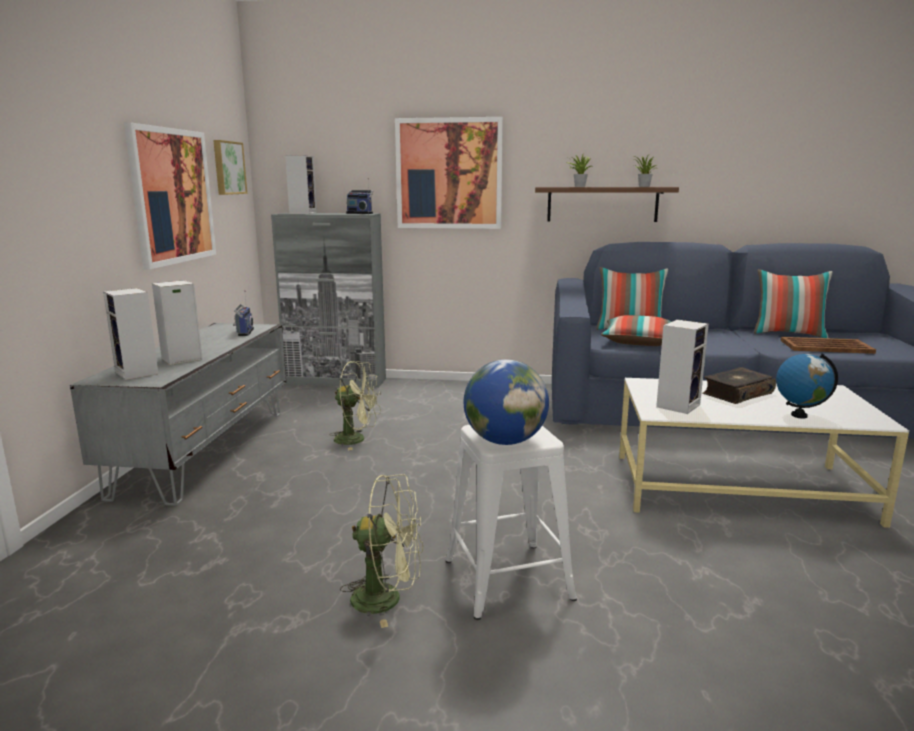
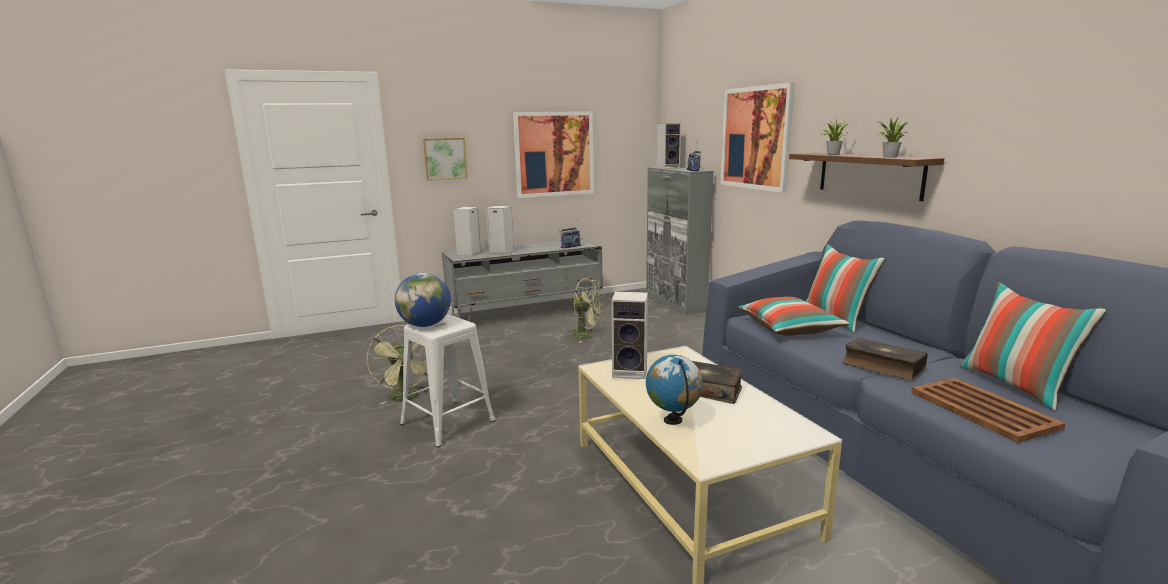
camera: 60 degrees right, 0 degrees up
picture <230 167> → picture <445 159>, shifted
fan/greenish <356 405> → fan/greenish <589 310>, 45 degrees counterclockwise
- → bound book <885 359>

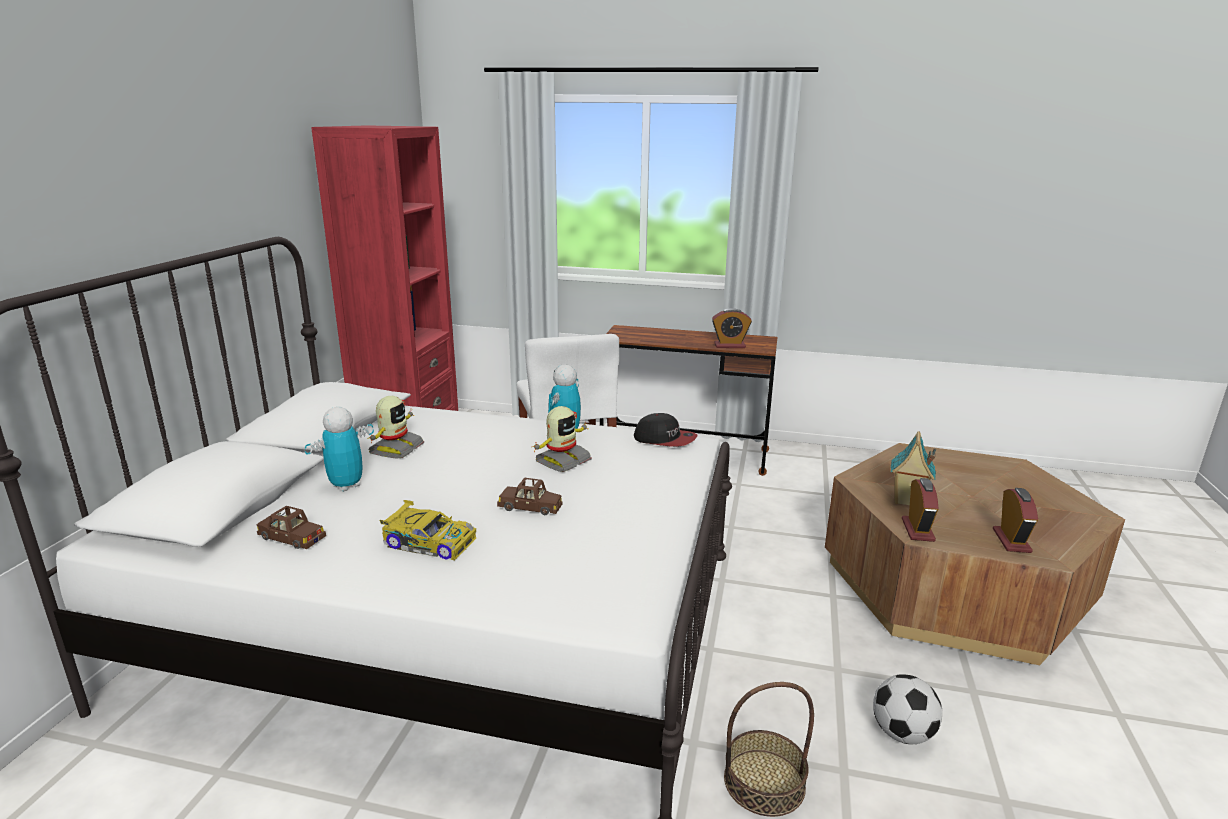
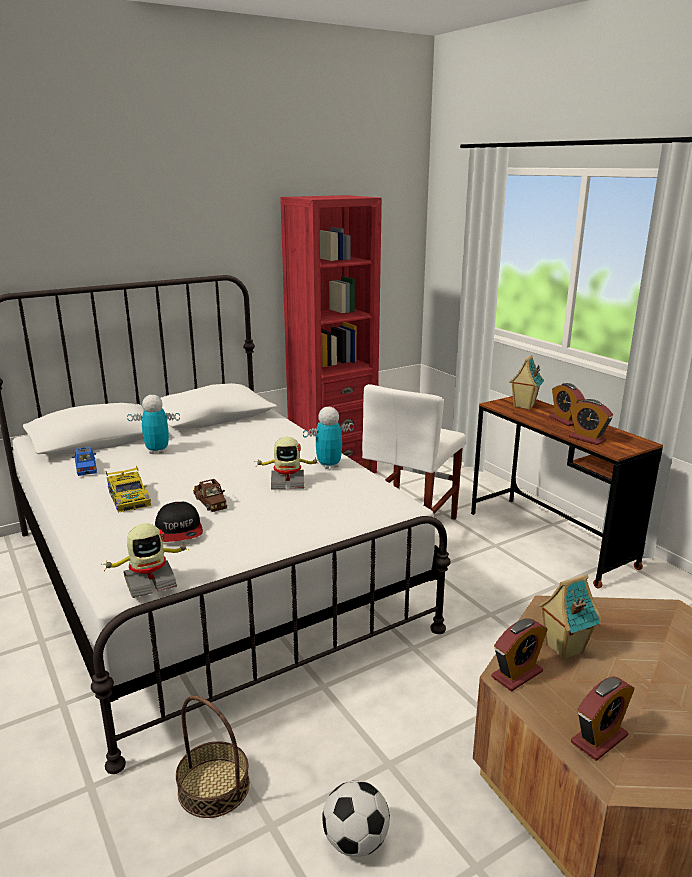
camera: 45 degrees right, 0 degrees up
robot figure <395 427> → robot figure <145 560>, shifted
cap <666 430> → cap <179 522>, shifted
model car/brown <291 527> → model car/blue-coloured <84 461>
- → model house <526 382>
- → alarm clock <567 404>

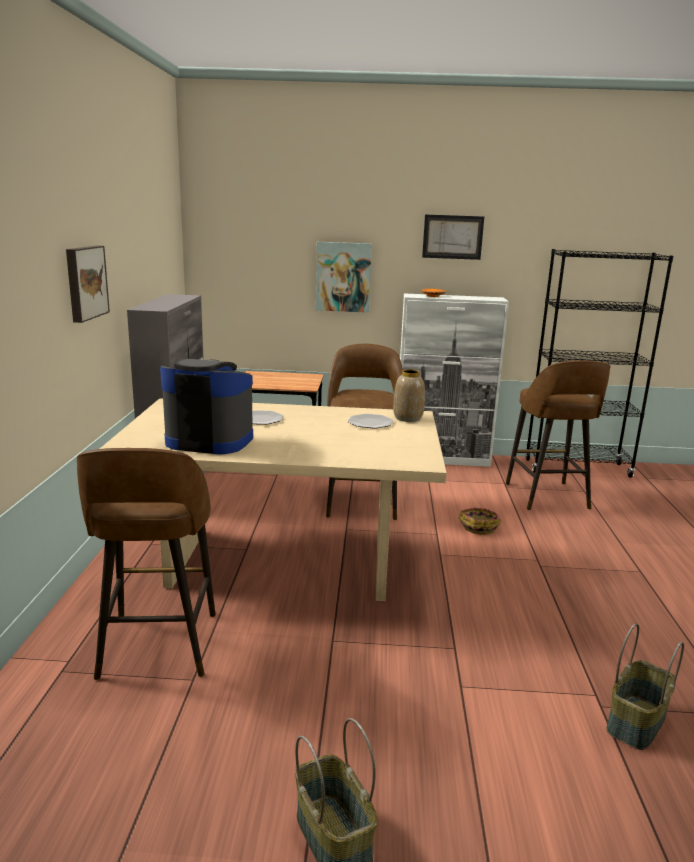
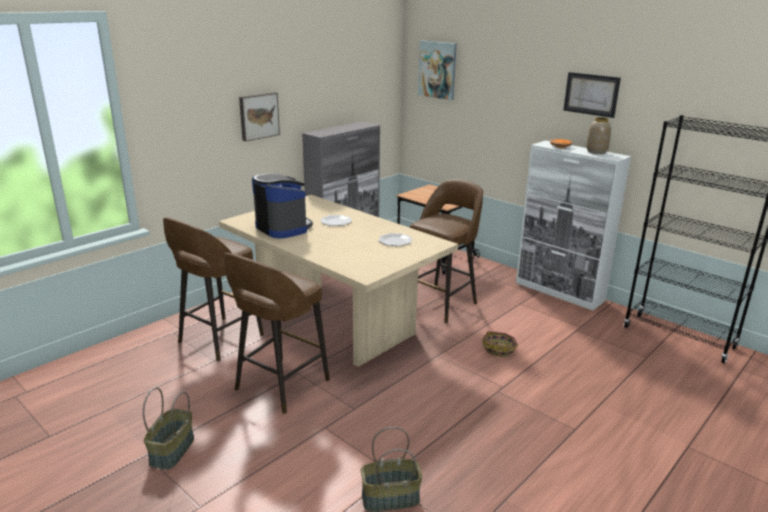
camera: 40 degrees right, 5 degrees up
picture <344 277> → picture <437 70>, shifted
stool seat/brown <558 435> → stool seat/brown <277 333>, shifted
decorative vase <409 395> → decorative vase <598 135>, shifted

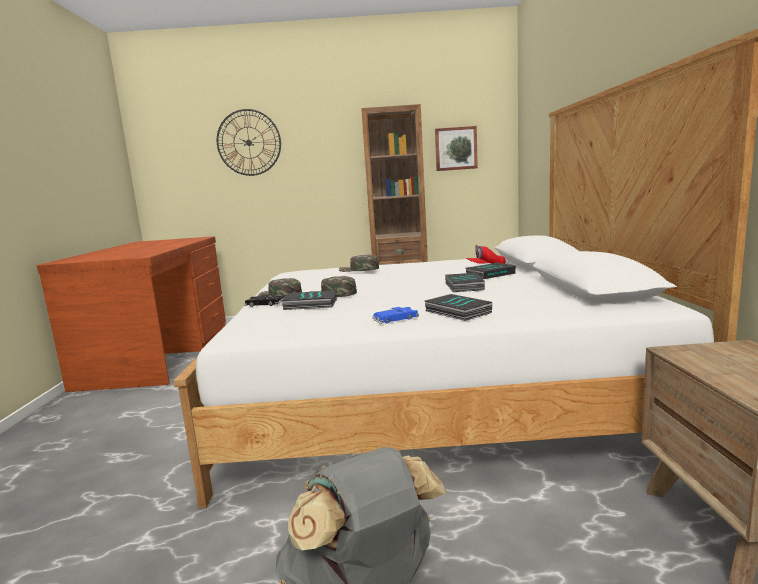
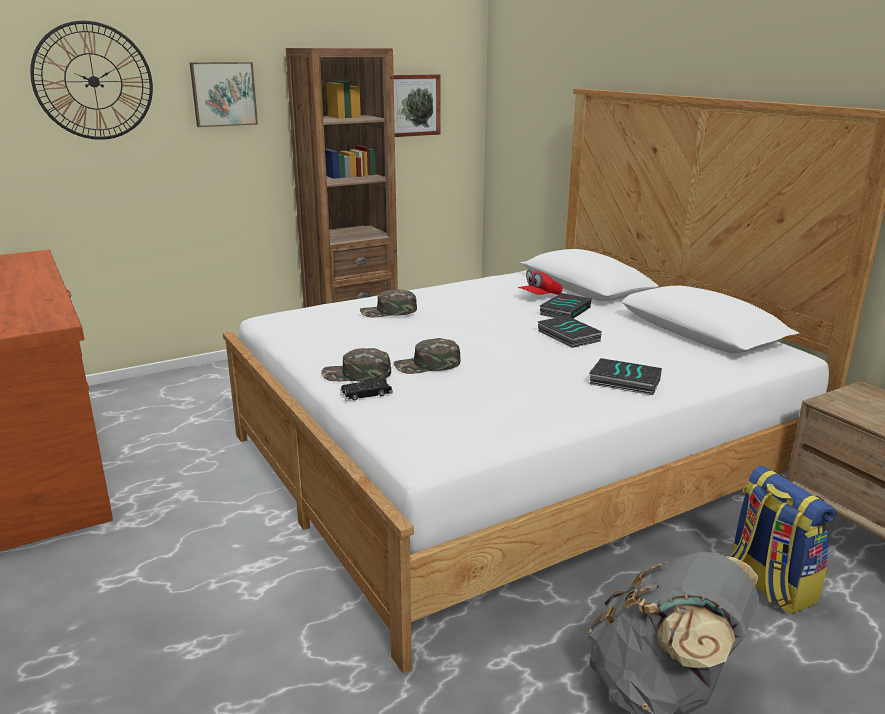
camera: 30 degrees left, 10 degrees up
bound book <309 300> → -
model car/blue-coloured <396 315> → -
- → picture <224 94>
- → knapsack <783 540>

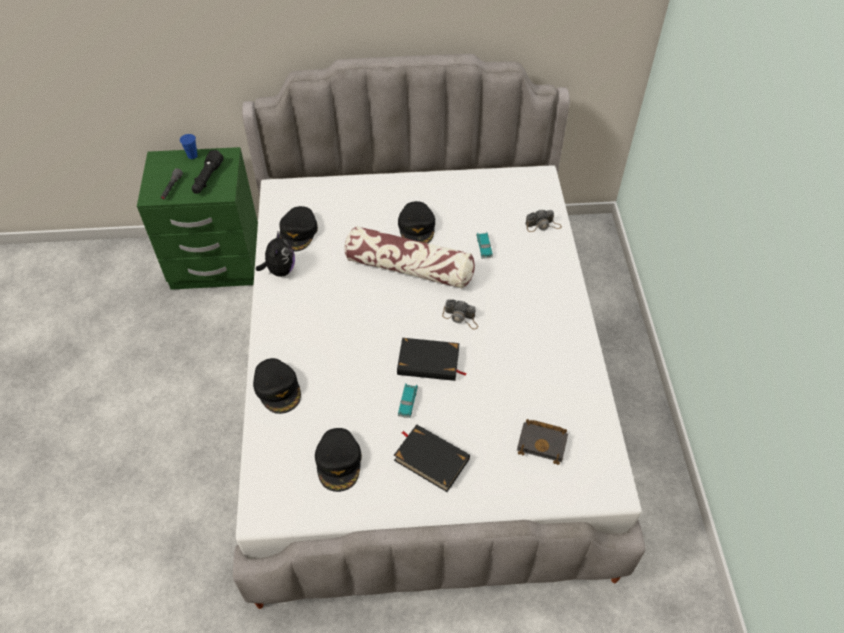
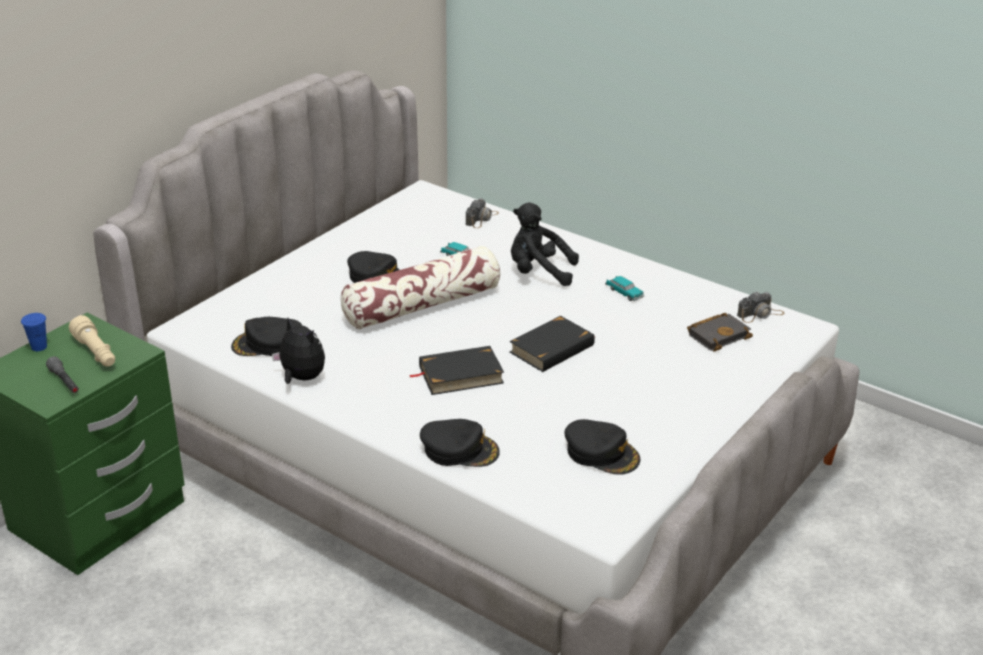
camera: 50 degrees left, 20 degrees down
hand torch/blackish <208 172> → hand torch/beige <92 340>
cap/blackish <298 229> → cap/blackish <266 336>, 120 degrees clockwise
still camera <460 314> → still camera <760 307>, shifted
model car <408 401> → model car <624 288>, shifted
bound book/blackish <432 458> → bound book/blackish <457 370>, shifted
- → plush toy/blackish <545 244>

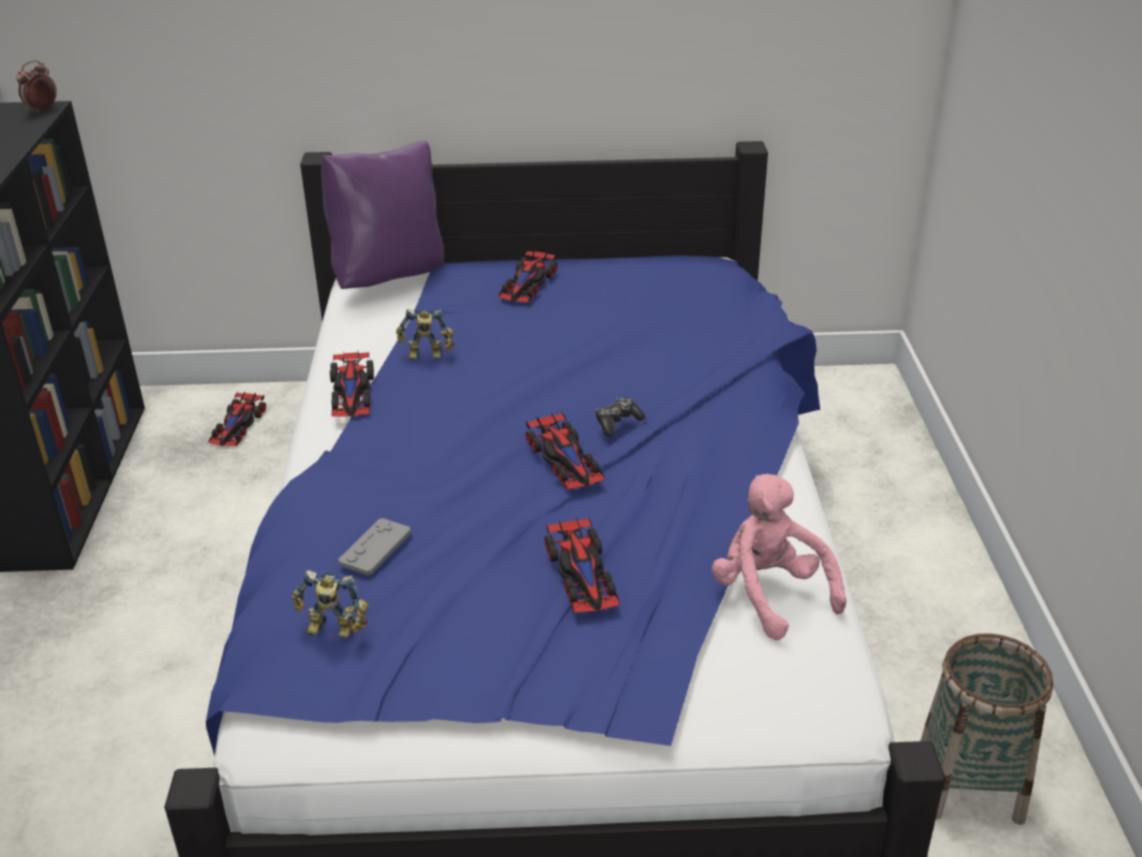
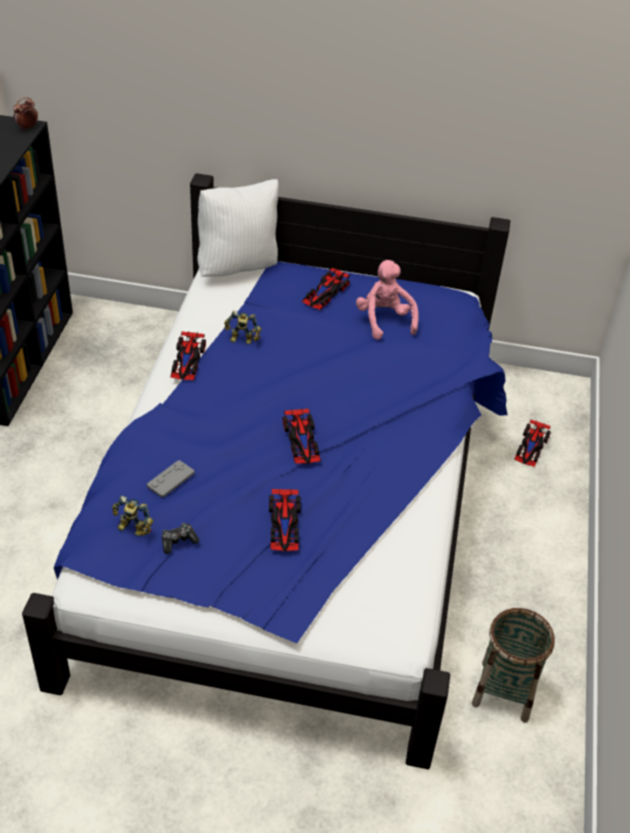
camera: 10 degrees right, 10 degrees up
pillow/purple-coloured <382 214> → pillow/white <238 228>
model car <237 418> → model car <532 443>, shifted
joypad <620 416> → joypad <180 538>, shifted
plush toy/pink-coloured <779 557> → plush toy/pink-coloured <387 300>, shifted

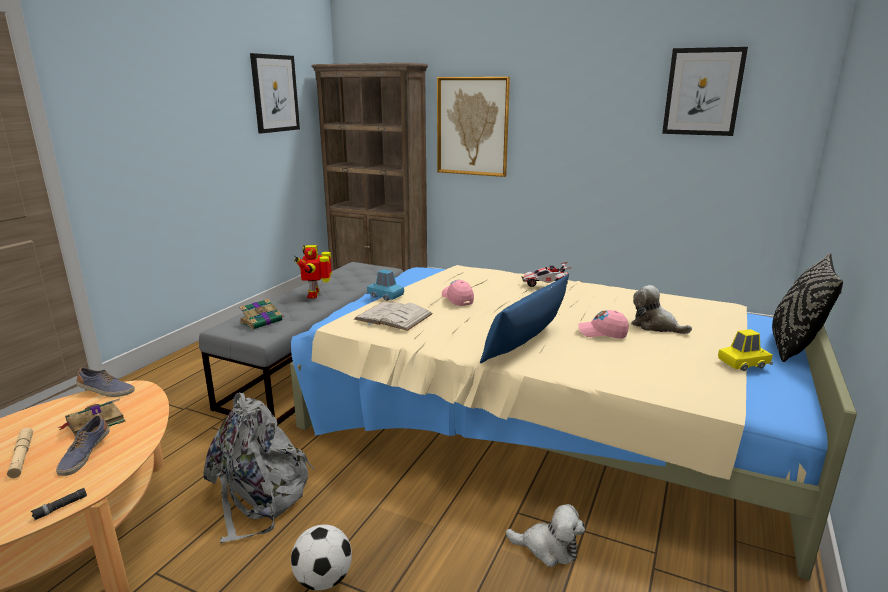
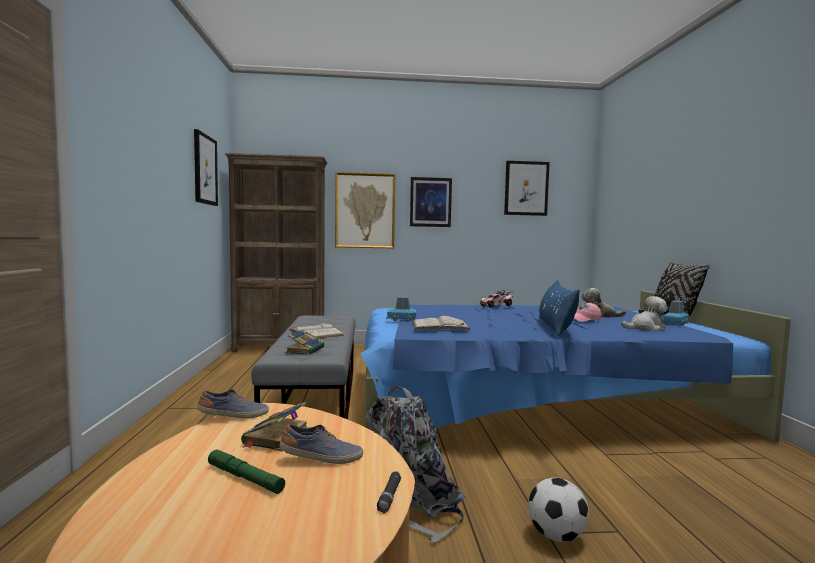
camera: 30 degrees left, 15 degrees down
robot figure <313 272> → bound book/white <317 330>
bed/beige <573 422> → bed/blue-coloured <575 366>
cap/pink-coloured <458 293> → -
model car/yellow <745 350> → model car/blue-coloured <676 312>
item of footwear <83 445> → item of footwear <321 444>, 75 degrees counterclockwise
hand torch/beige <20 453> → hand torch/greenish <246 472>
plush toy <545 535> → plush toy <644 313>, shifted
- → picture <431 202>

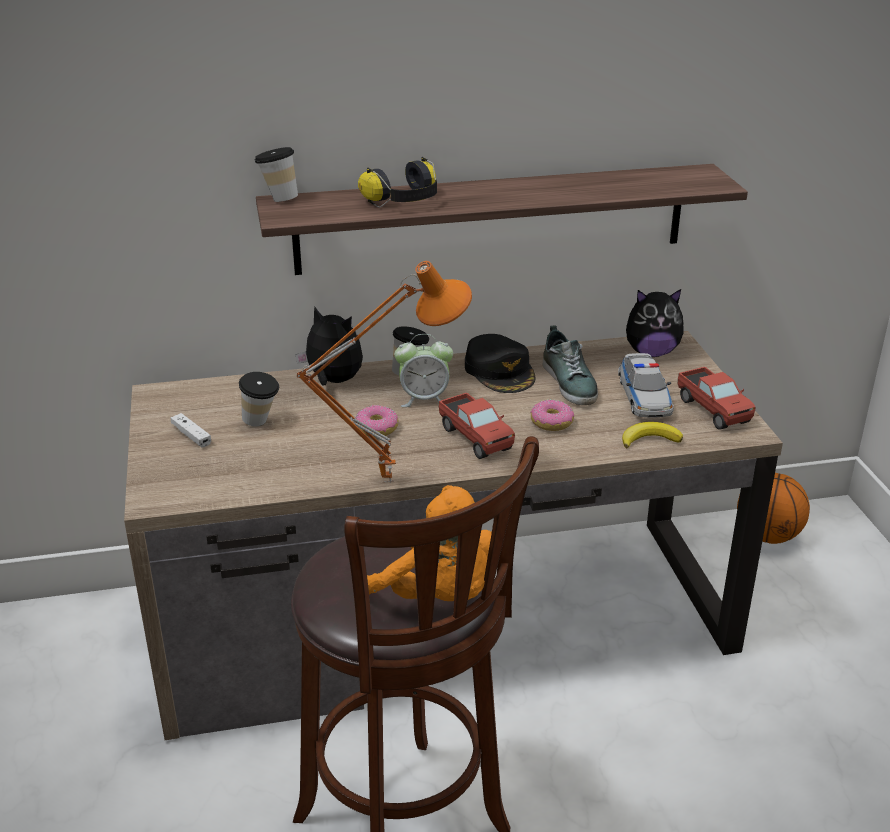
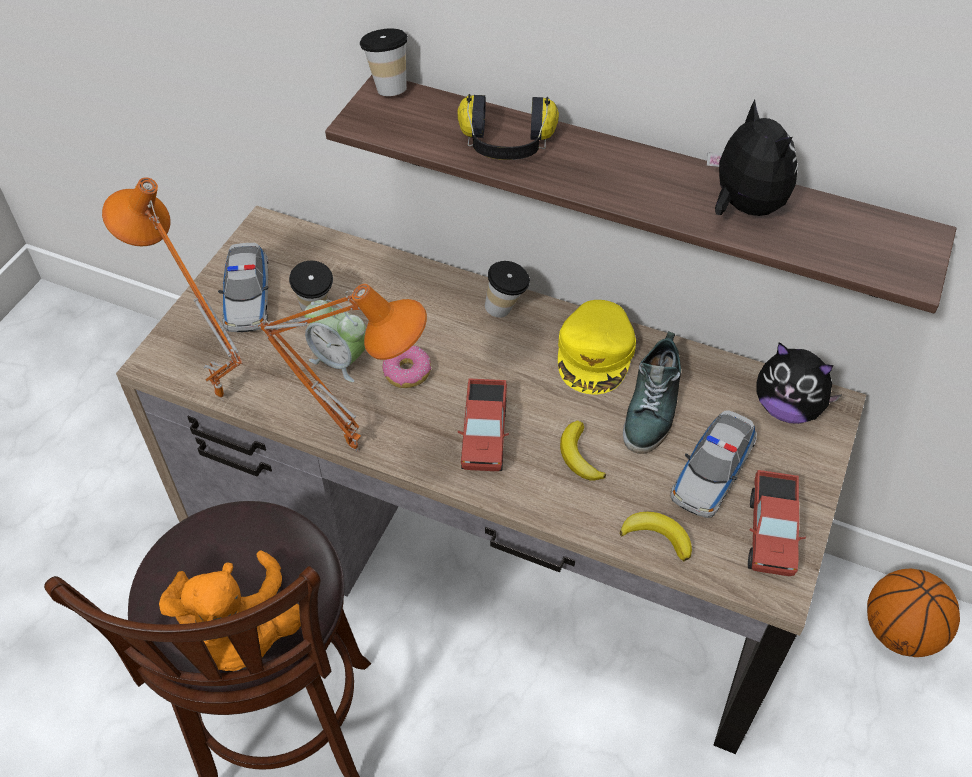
camera: 35 degrees right, 20 degrees up
plush toy <329 346> → plush toy <752 158>, shifted
alarm clock <423 370> → alarm clock <335 341>, shifted
cap/blackish <500 363> → cap/yellow <597 347>
ring doughnut <552 415> → banana fruit <583 450>
joypad/white <191 430> → model car <243 287>
- → table lamp/orange <172 289>

